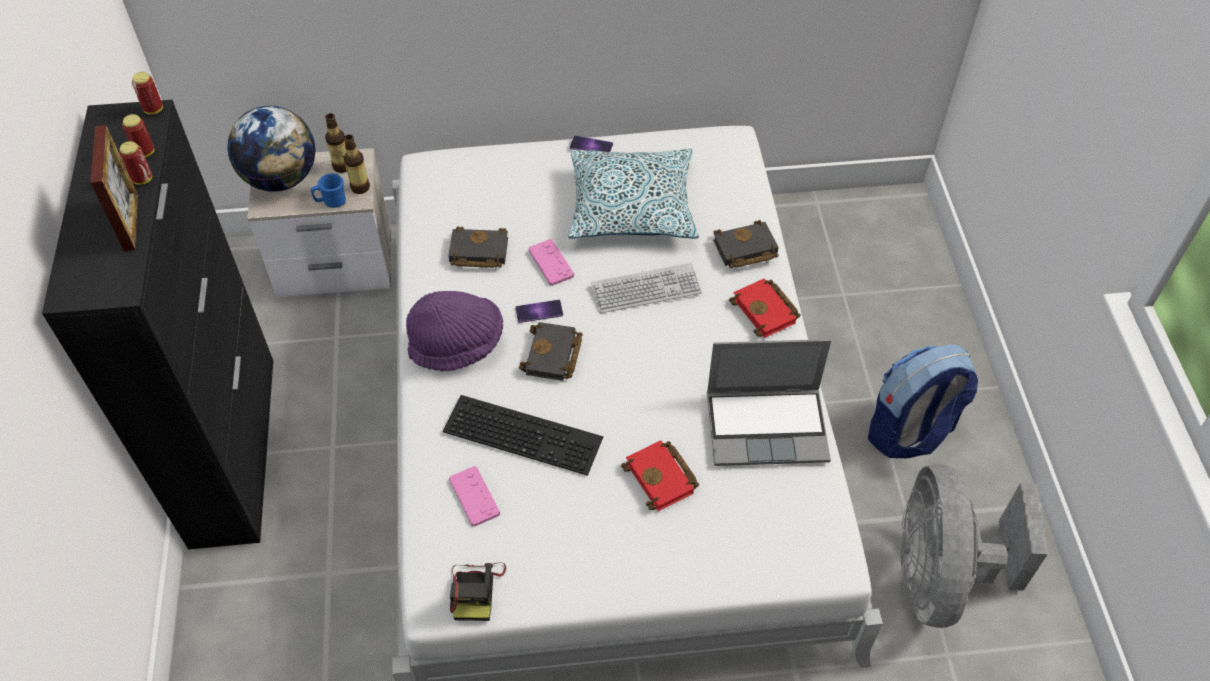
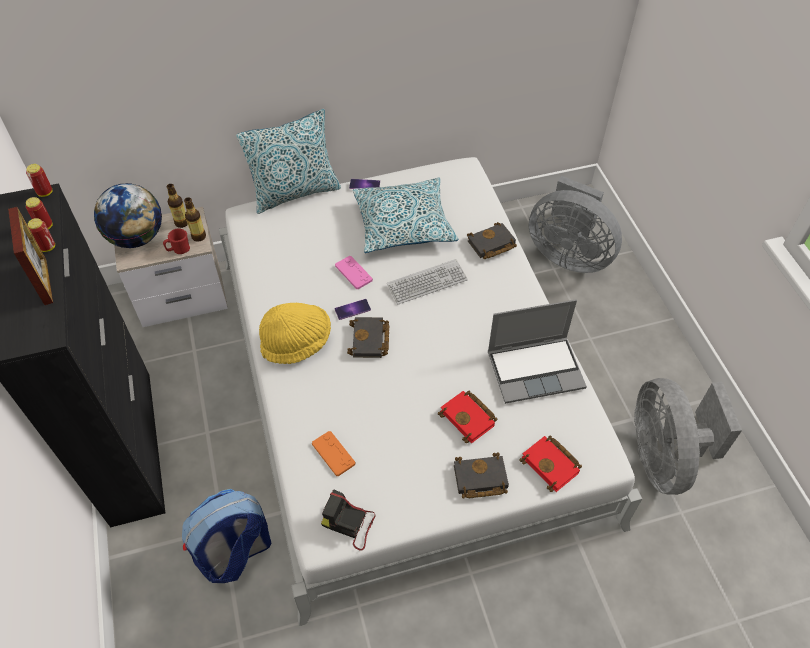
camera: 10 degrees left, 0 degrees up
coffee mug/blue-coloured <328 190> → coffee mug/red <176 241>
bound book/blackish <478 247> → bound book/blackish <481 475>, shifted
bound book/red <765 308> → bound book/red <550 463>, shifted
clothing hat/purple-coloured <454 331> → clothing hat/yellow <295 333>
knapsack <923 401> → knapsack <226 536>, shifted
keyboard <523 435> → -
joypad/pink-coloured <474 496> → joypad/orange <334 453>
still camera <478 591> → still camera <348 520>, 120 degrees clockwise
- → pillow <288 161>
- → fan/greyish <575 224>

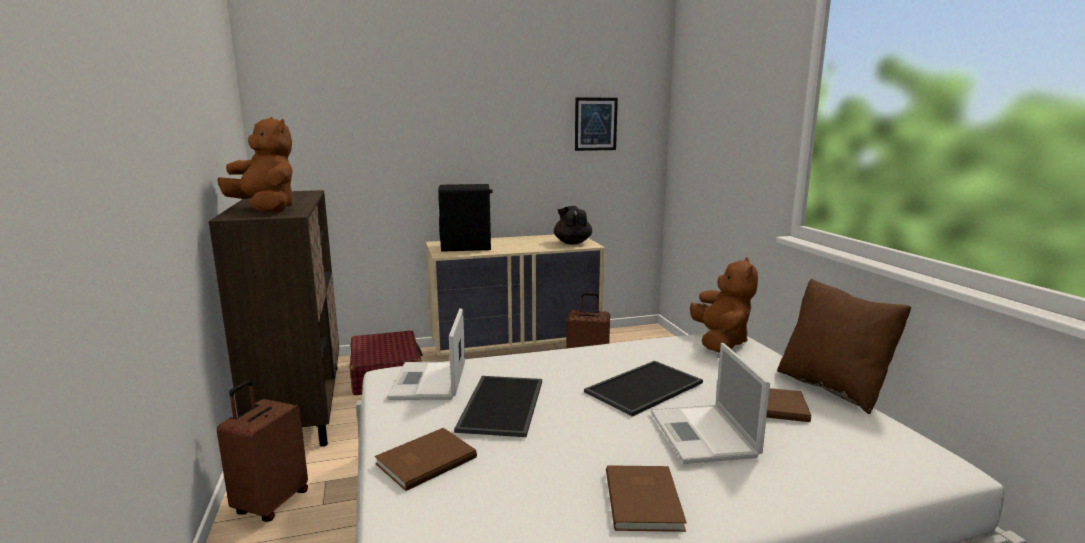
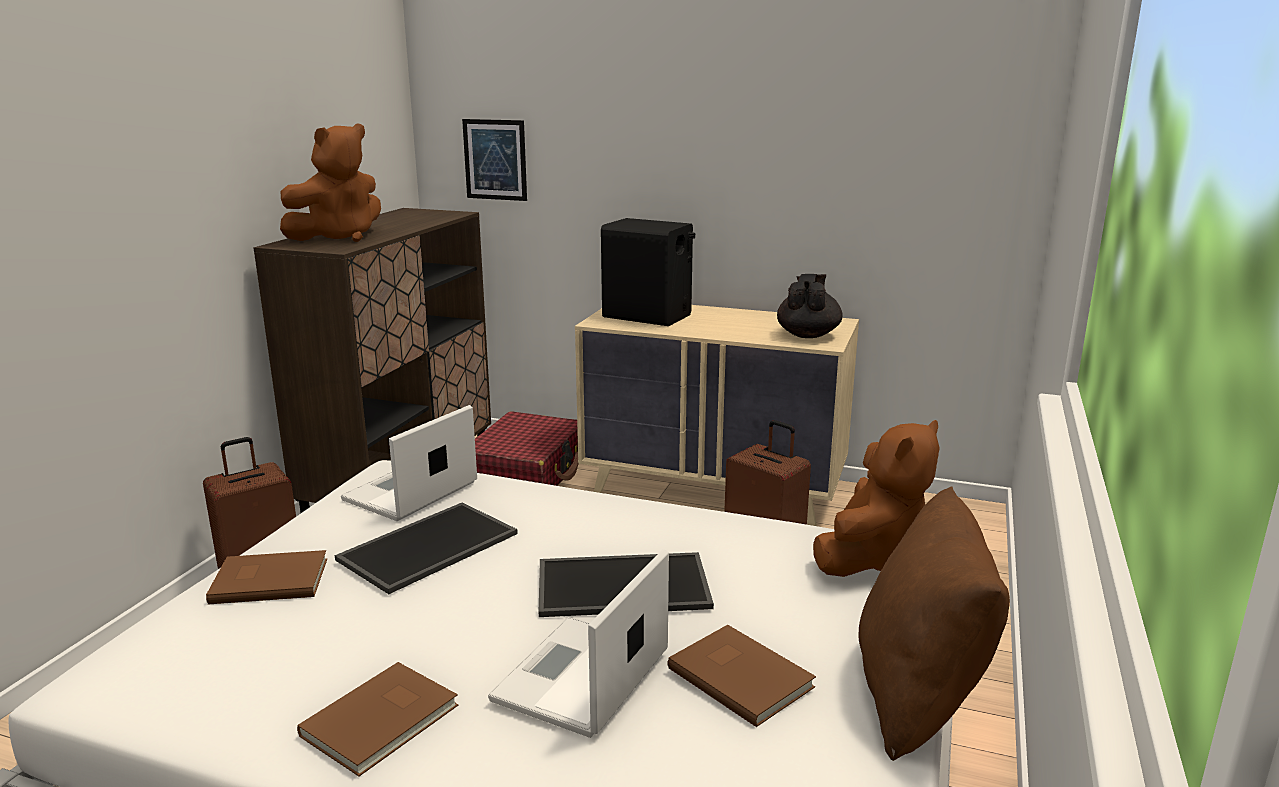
camera: 35 degrees right, 5 degrees up
picture <596 124> → picture <494 160>, shifted
plush toy/brown <255 165> → plush toy/brown <330 183>, 60 degrees clockwise

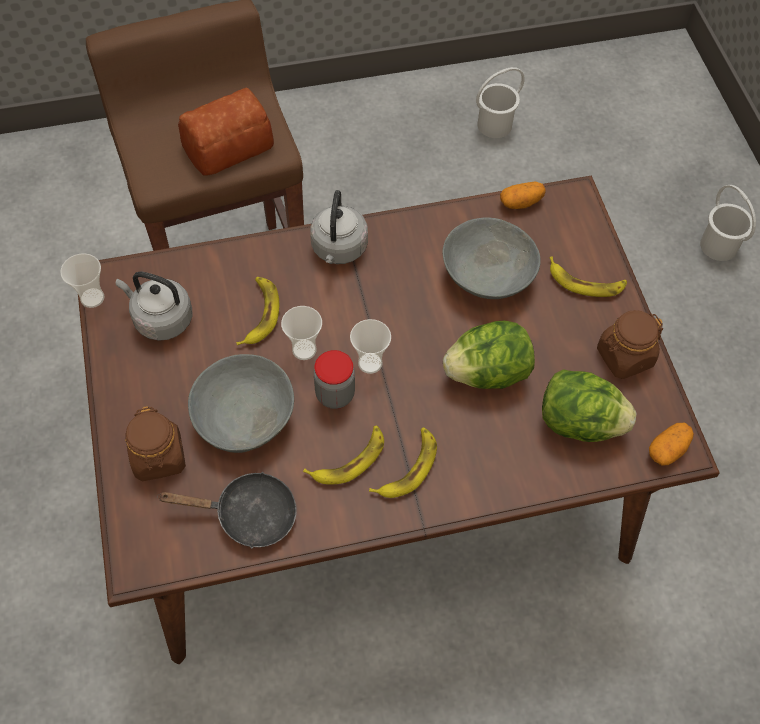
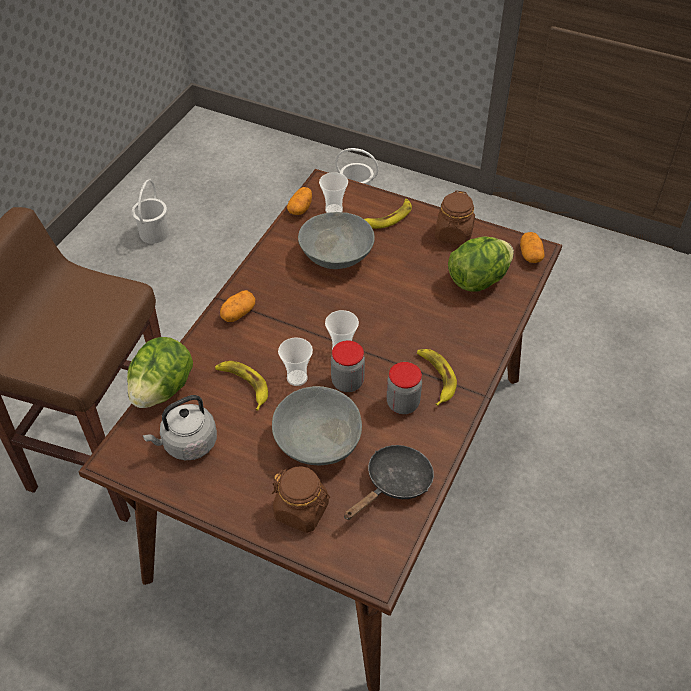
camera: 50 degrees left, 10 degrees down
baked bread <226 131> → -
water kettle/greyish <339 227> → spud <237 306>
cup <82 280> → cup <333 192>, shifted
head of lettuce <489 355> → head of lettuce <160 372>, shifted
banana fruit <343 455> → jar <404 388>

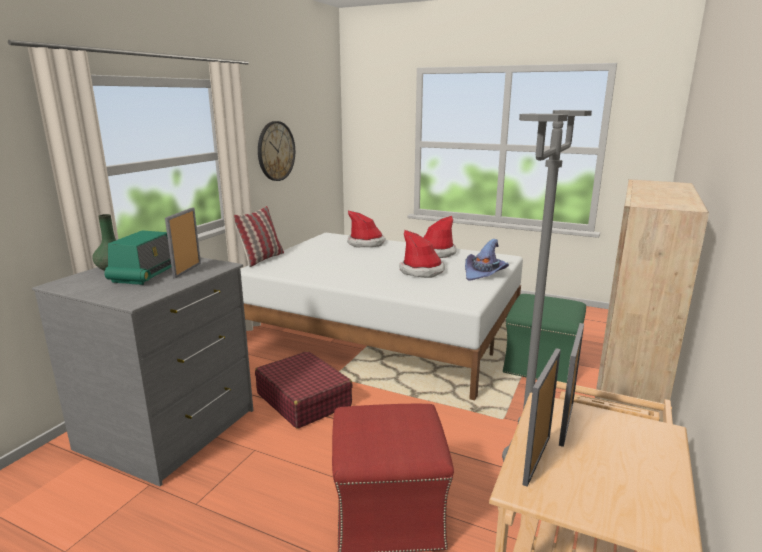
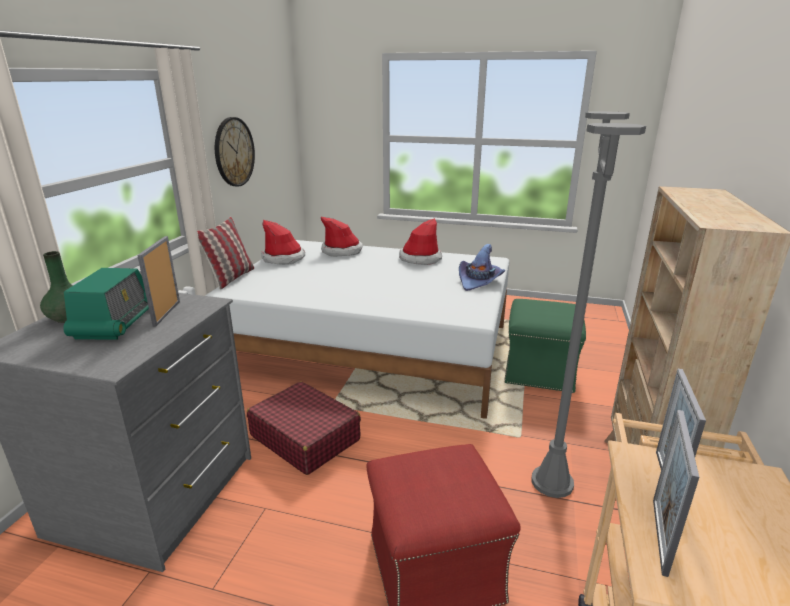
camera: 10 degrees left, 5 degrees up
clothing hat <422 254> → clothing hat <283 242>, shifted

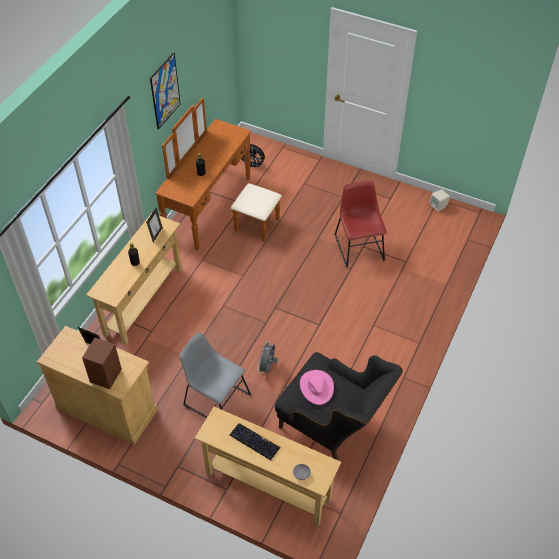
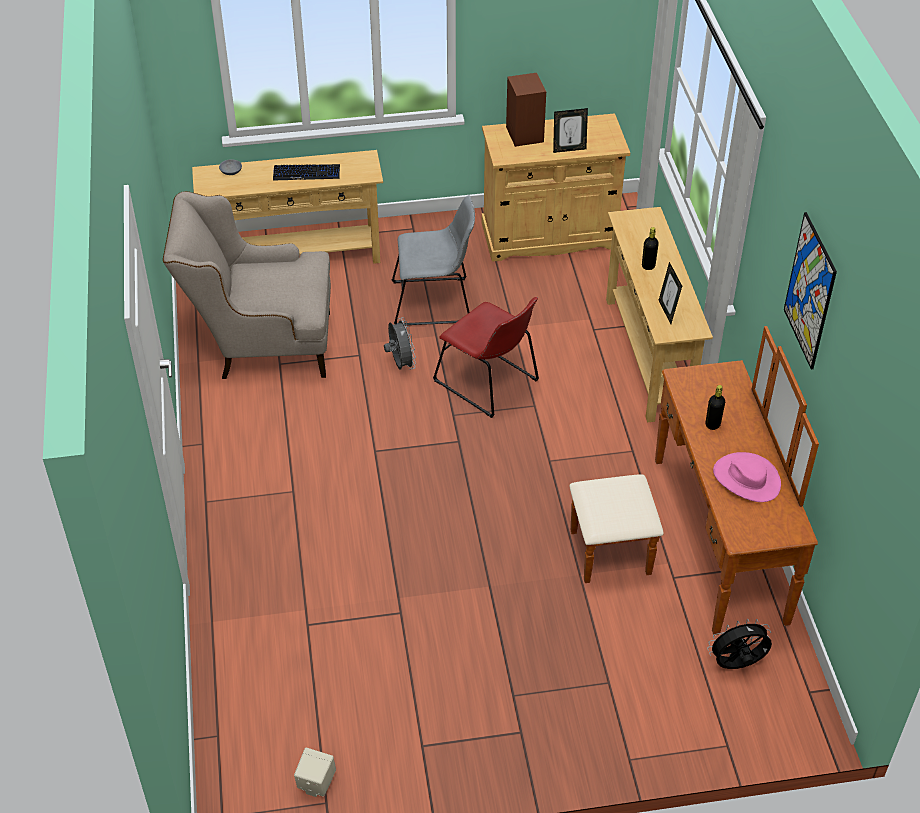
camera: 145 degrees right, 5 degrees down
plain chair/red <361 224> → plain chair/red <486 357>, shifted
armchair/blackish <339 406> → armchair/beige <247 285>
clothing hat/pink-coloured <317 387> → clothing hat/pink-coloured <747 477>, shifted

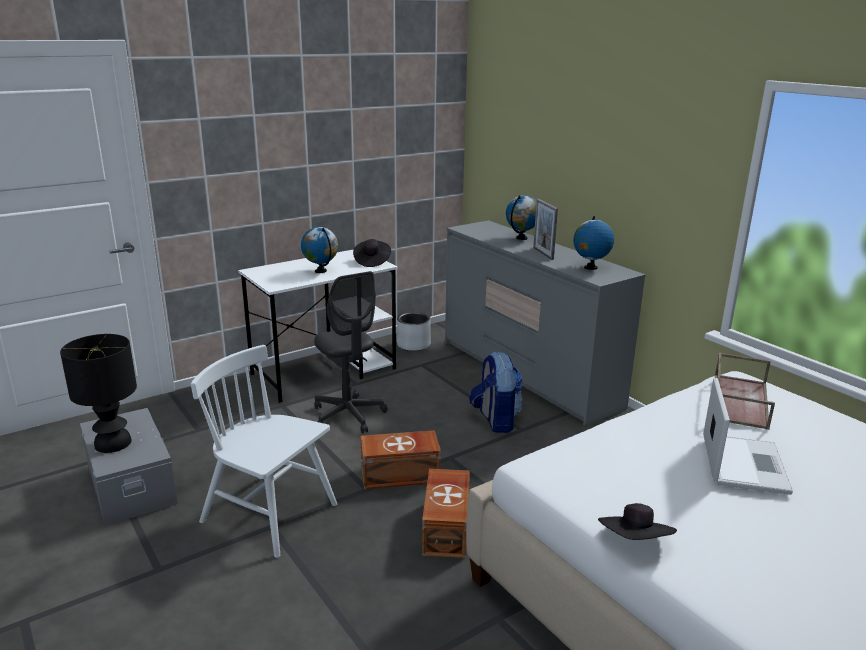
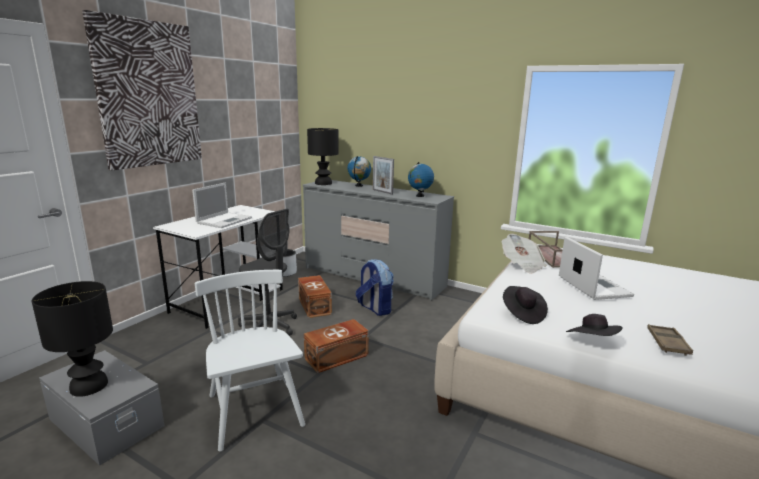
camera: 25 degrees left, 5 degrees down
desk globe <319 250> → laptop <222 205>
clothing hat/blackish <372 253> → clothing hat/blackish <525 305>, shifted
plain chair/white <264 451> → plain chair/white <250 361>, 60 degrees clockwise
storage container/brown <446 513> → storage container/brown <315 296>, shifted
- → picture <142 90>
- → table lamp/blackish <323 156>
- → printed paper <524 254>
- → serving tray/brown <670 340>

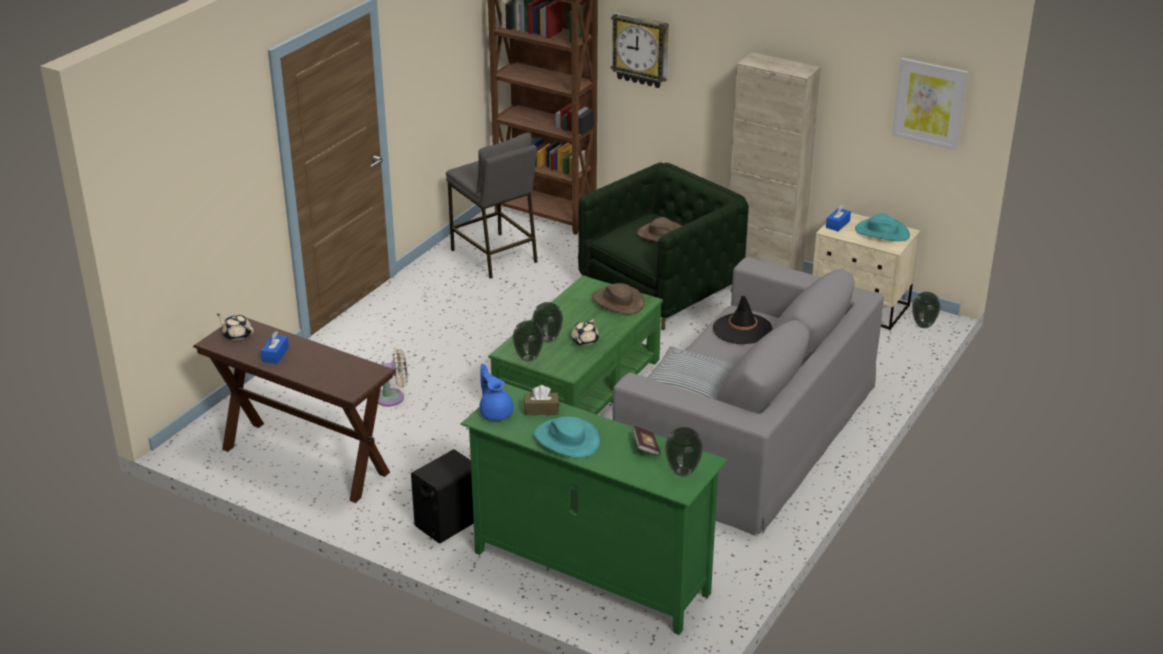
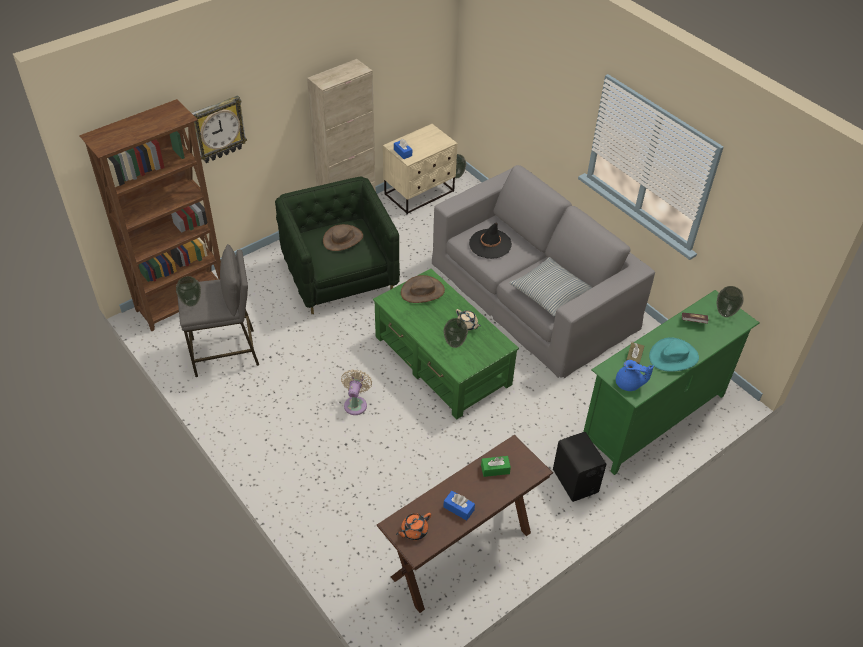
camera: 70 degrees left, 15 degrees up
picture <930 104> → -
clothing hat/blue-green <882 227> → -
teapot/beige <235 327> → teapot/orange <413 526>
decorative vase <528 341> → decorative vase <188 291>, shifted
fan/beige <393 377> → fan/beige <356 392>, shifted
teapot/blue-coloured <496 392> → teapot/blue-coloured <635 375>, 150 degrees counterclockwise
- → tissue box/greenish <496 466>

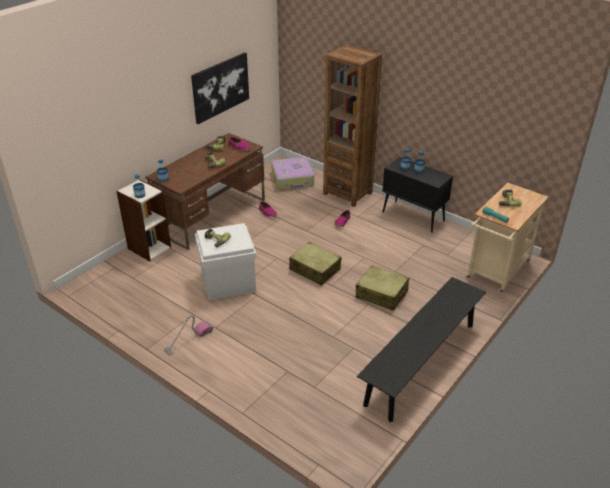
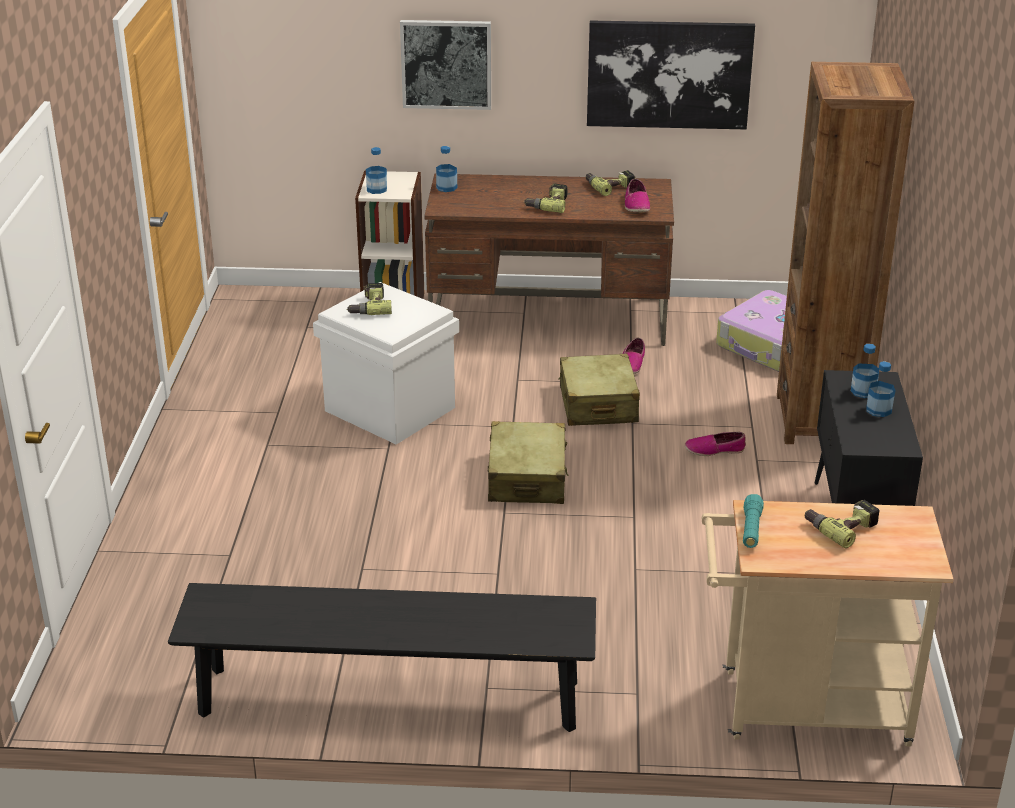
camera: 55 degrees right, 5 degrees down
travel case/beige <382 288> → travel case/beige <599 390>, shifted
vacuum cleaner <188 335> → -
- → picture <445 65>

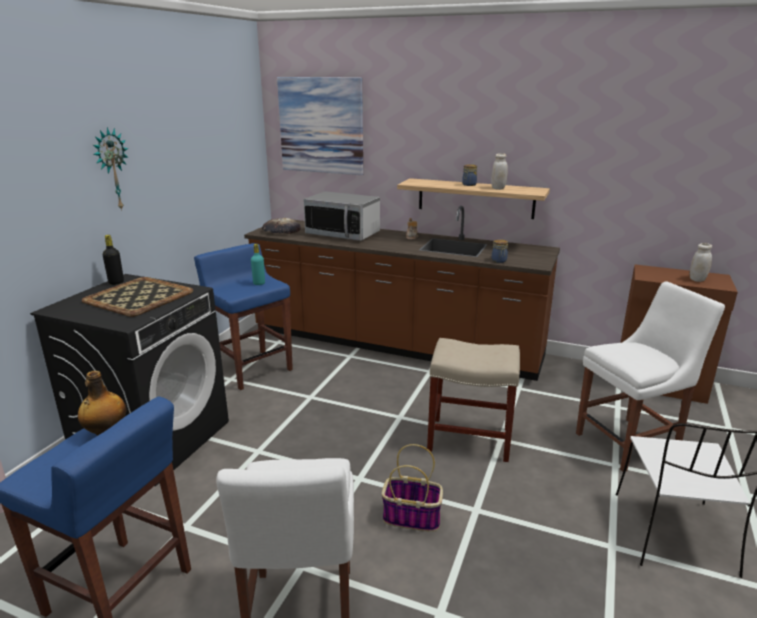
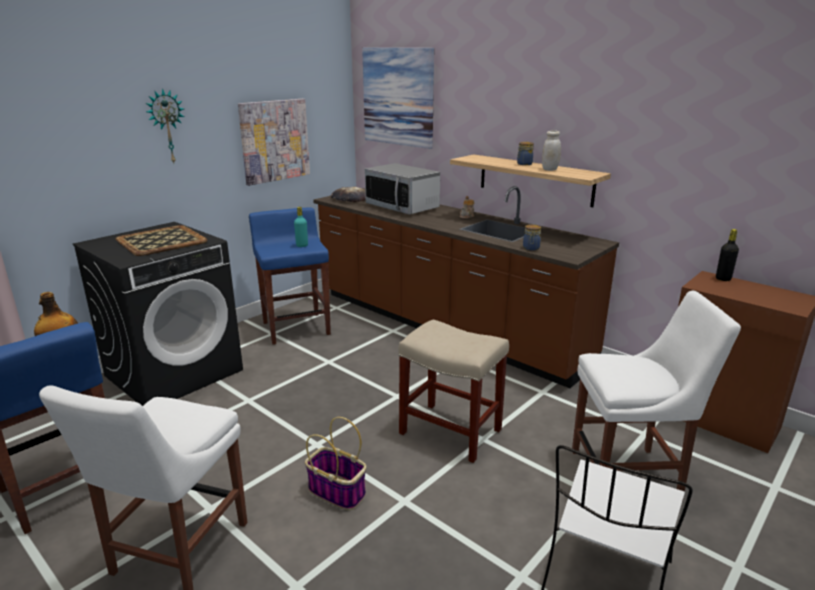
camera: 20 degrees right, 0 degrees up
drink bottle/blackish <113 260> → drink bottle/blackish <727 255>, shifted
jar/white <701 262> → -
- → picture <274 142>

